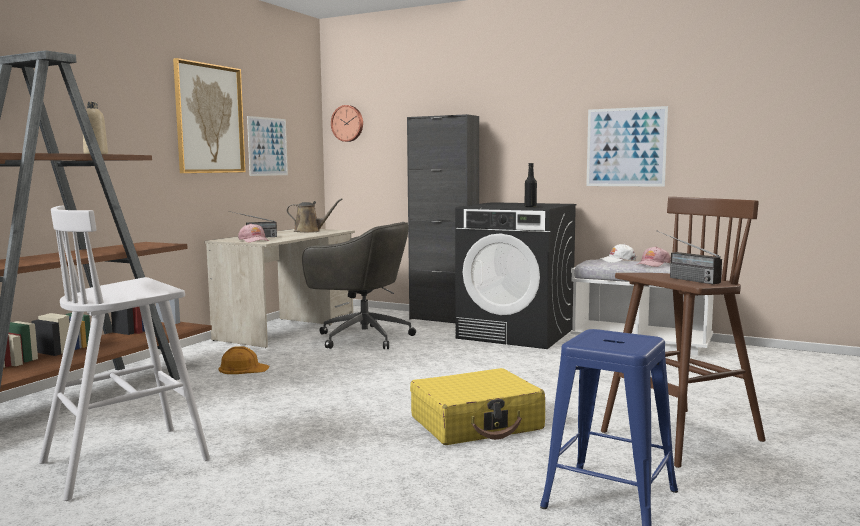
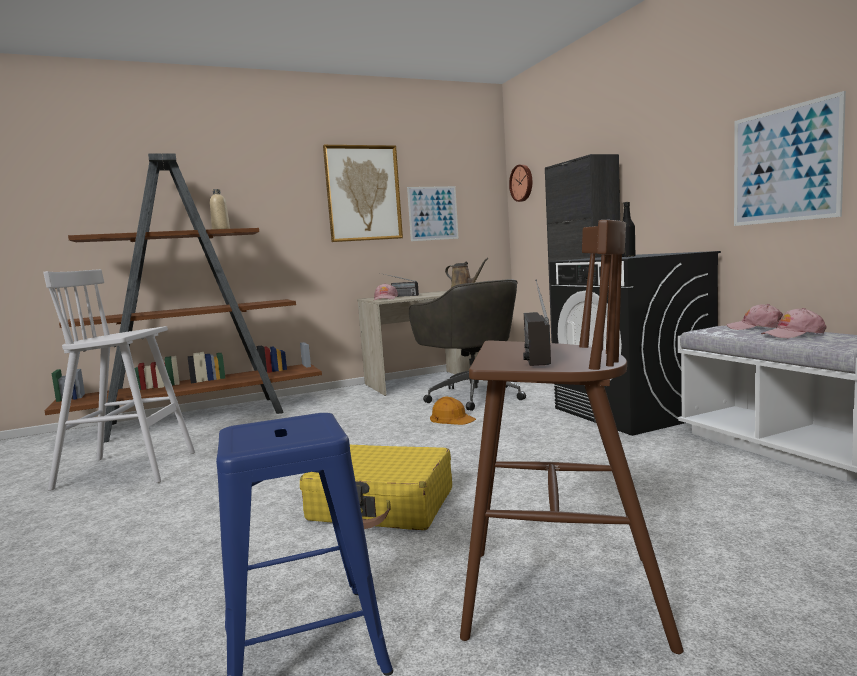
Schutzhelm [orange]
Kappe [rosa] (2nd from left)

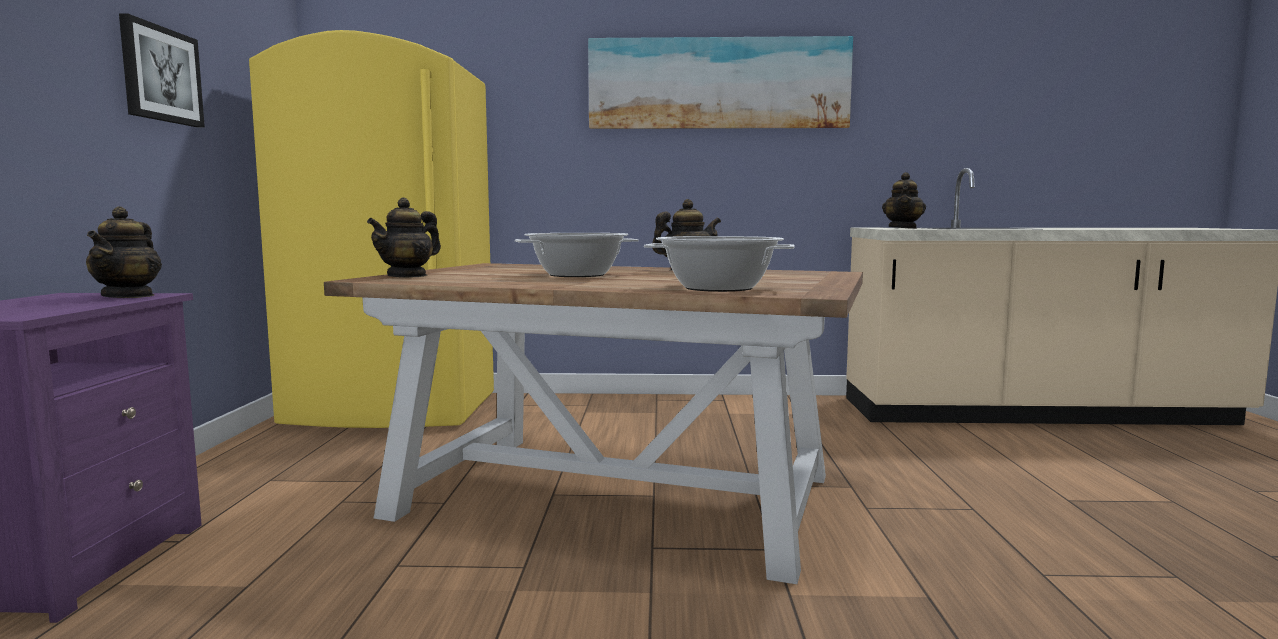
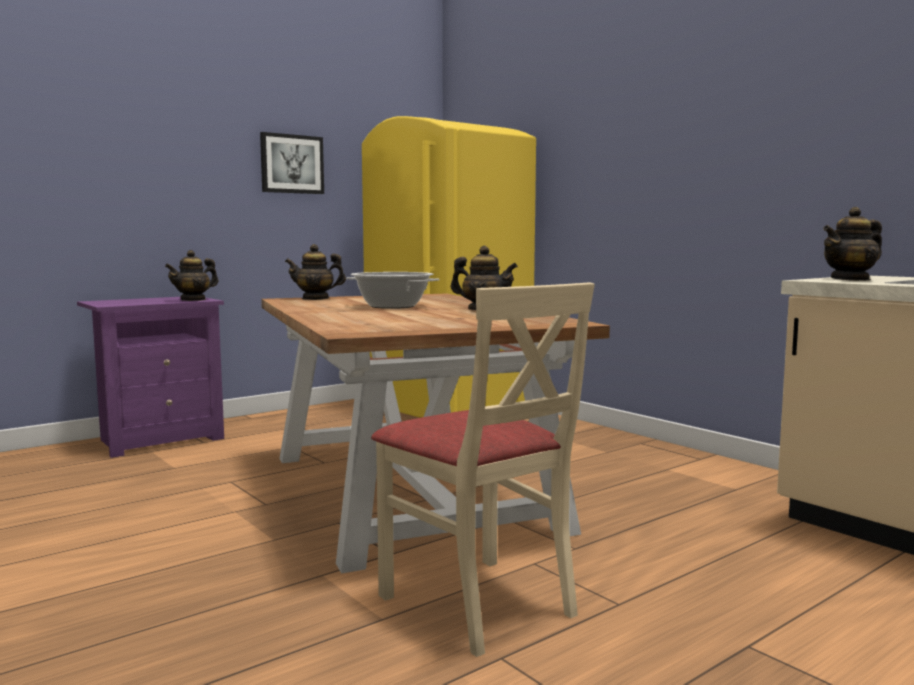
Bild (2nd from left in the first image)
Kochtopf (2nd from left in the first image)
Stuhl [beige]

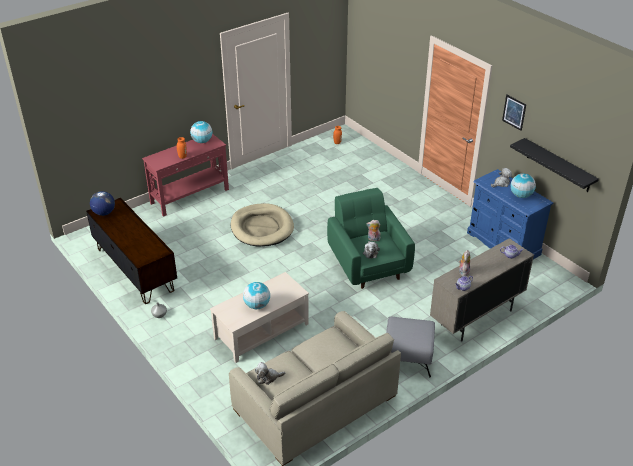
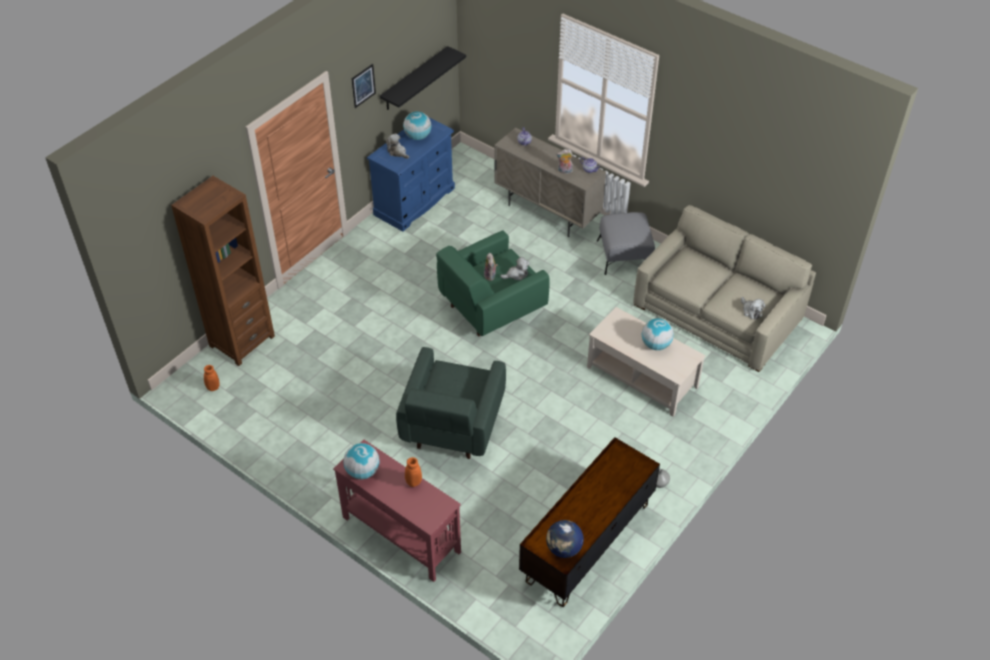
Sessel [grün] (1st from left)
Bücherregal [braun]

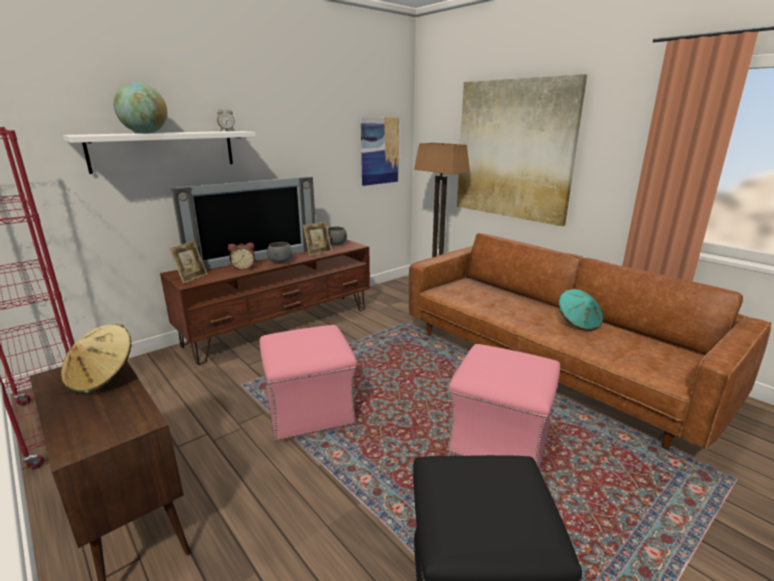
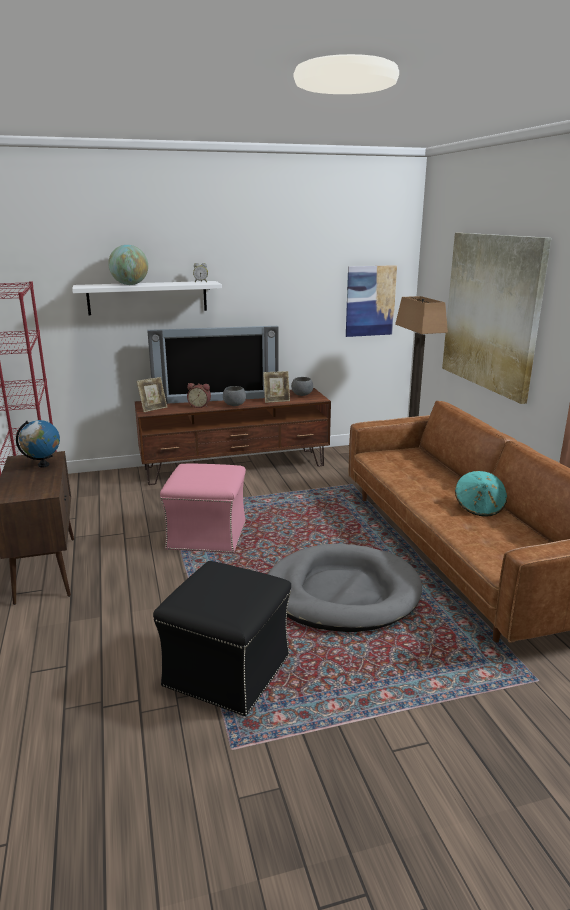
Globus (1st from left)
Hundebett [grau]

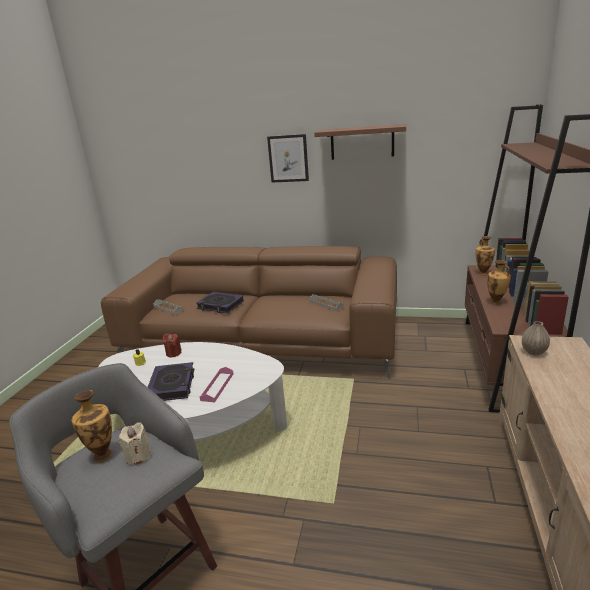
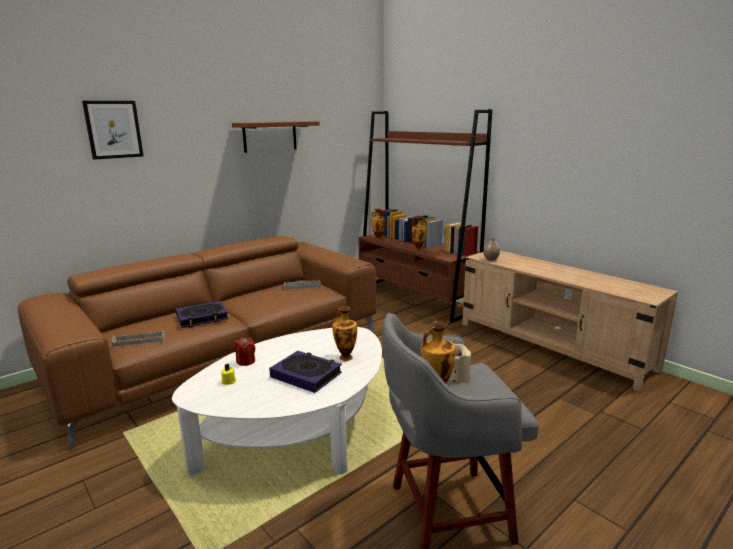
Vase (1st from left)
Bild

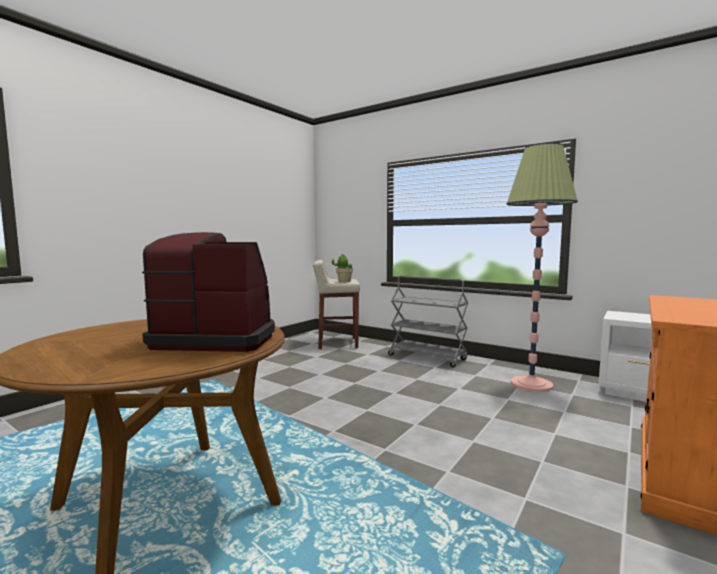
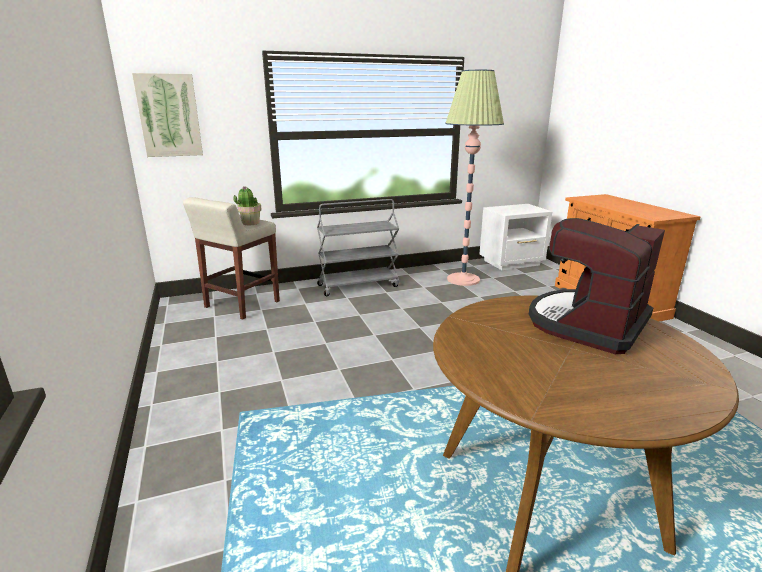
Bild

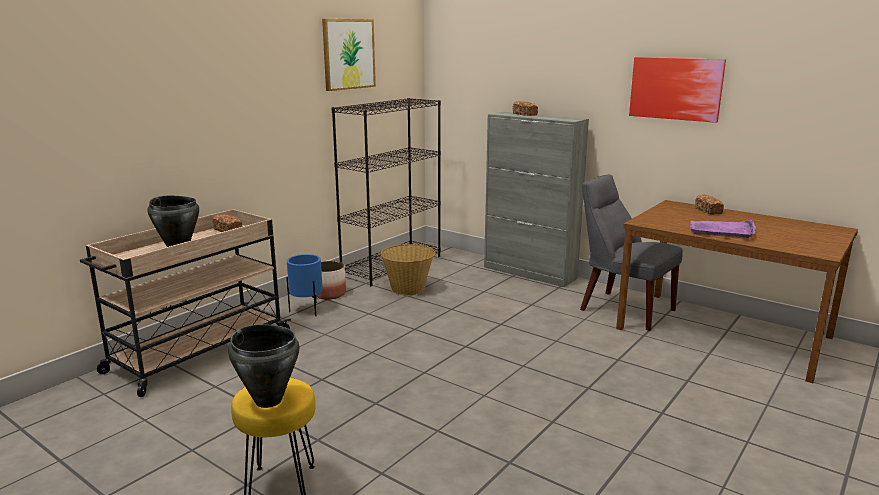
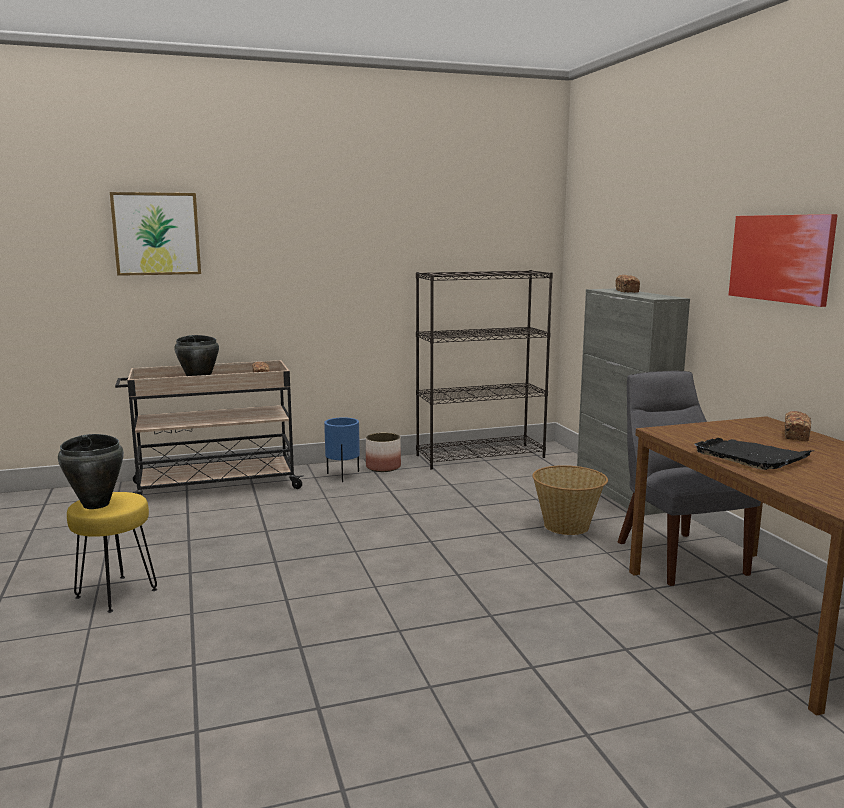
Bild (1st from left)
Korb
Tablett [schwarz]

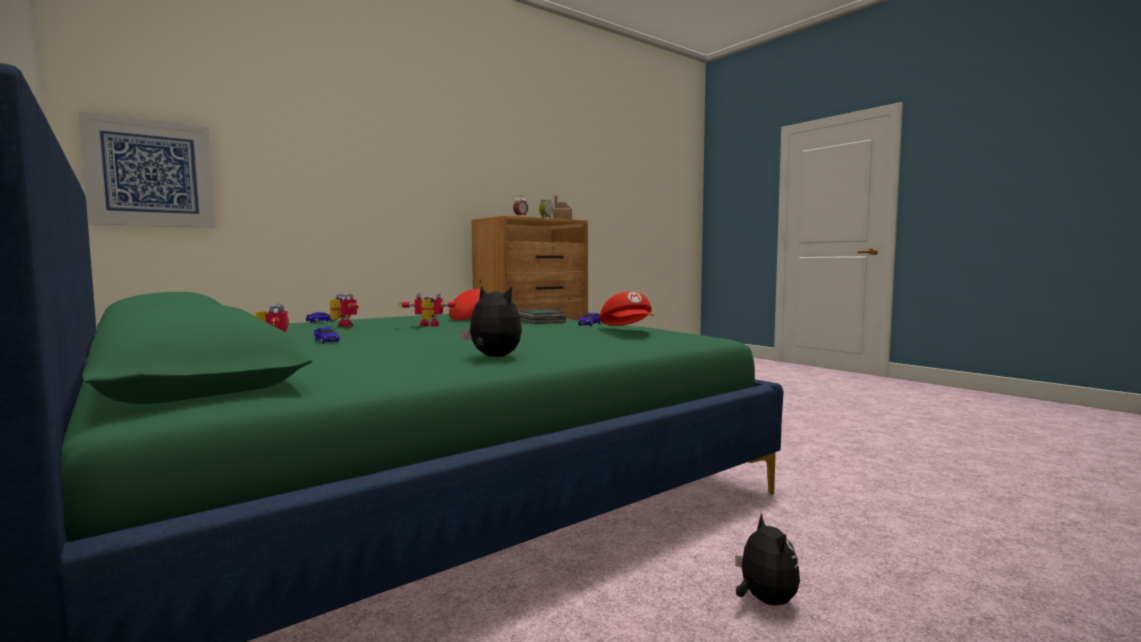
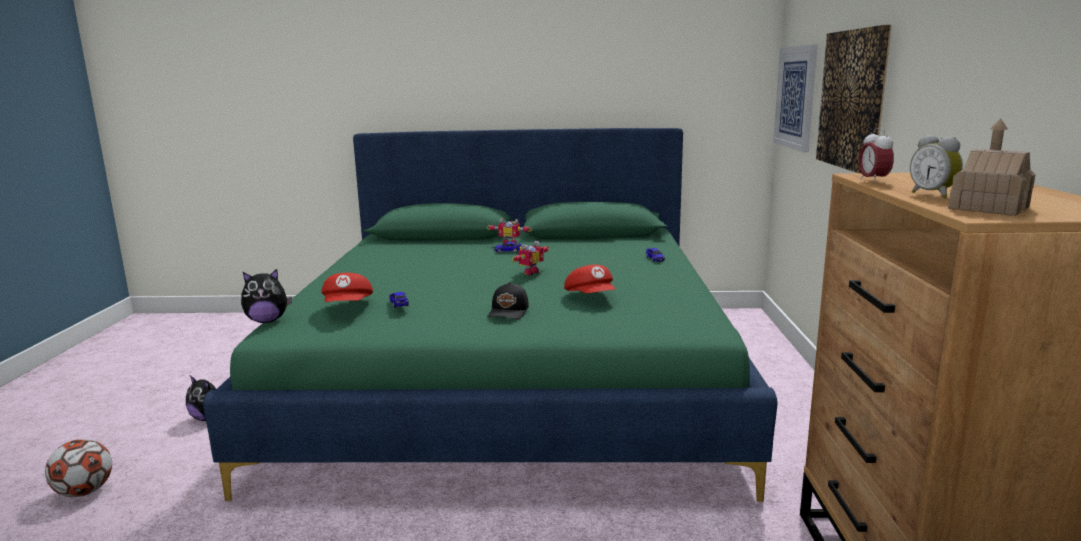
Spielzeugroboter (2nd from left in the first image)
Plüschtier (2nd from left)
Kappe [schwarz]
Kappe [rot] (1st from left)
Fußball
Bild (2nd from left)

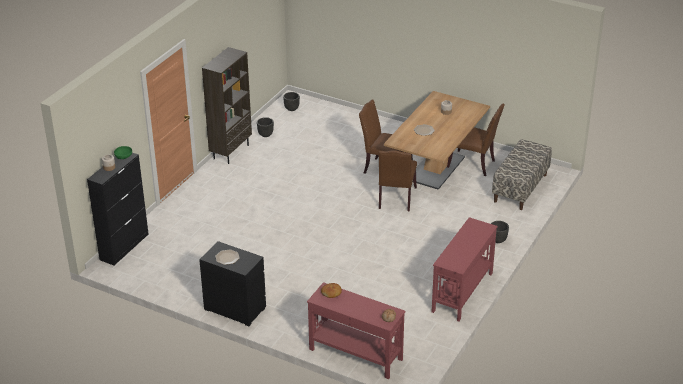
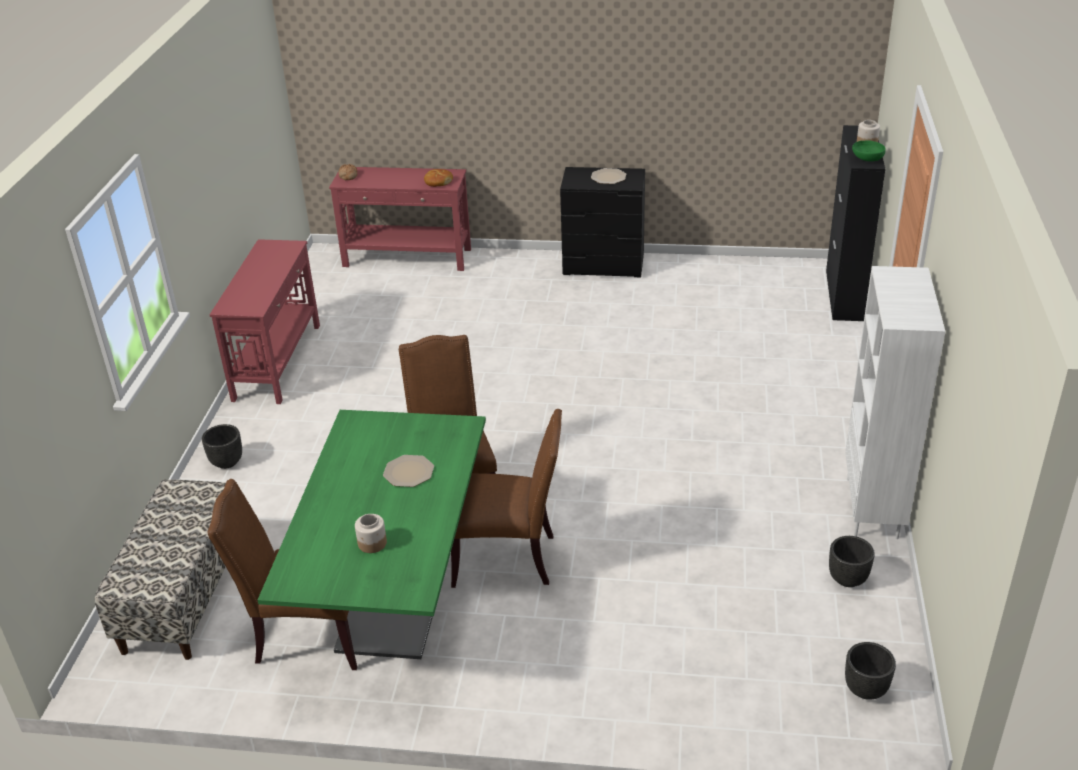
Bücherregal [weiß]
Esstisch [grün]

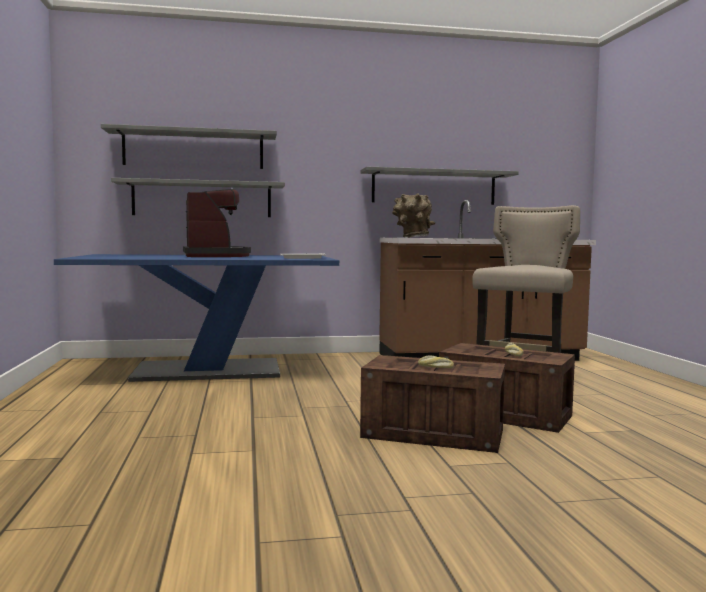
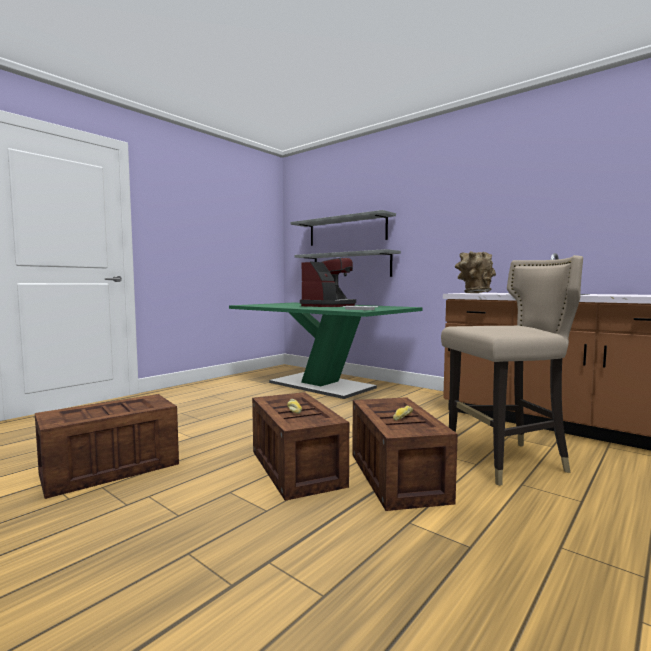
Esstisch [grün]
Wandregal [grau] (3rd from left in the first image)
Kiste (1st from left)

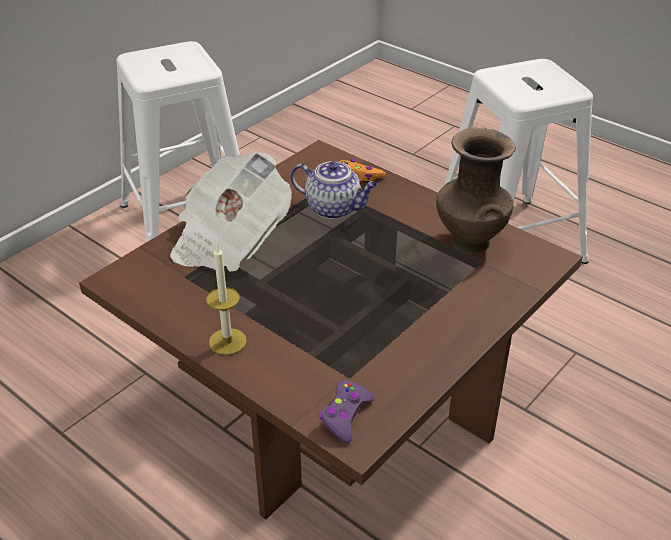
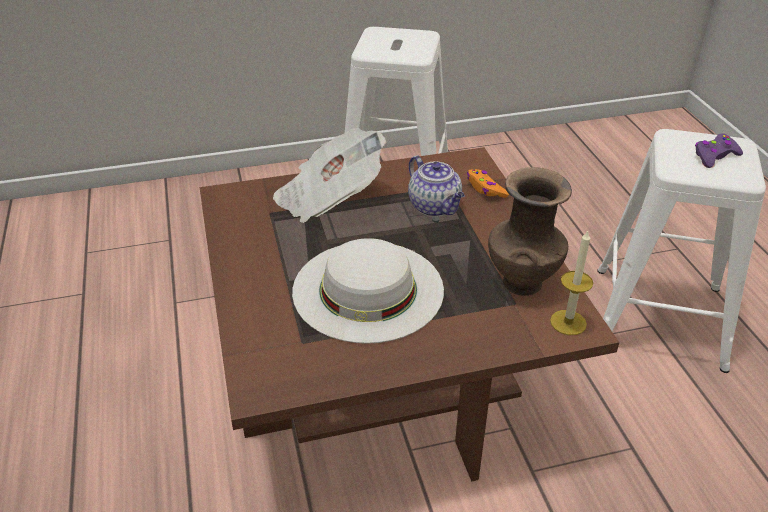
Kerze
Gamepad [lila]
Hut [weiß]

